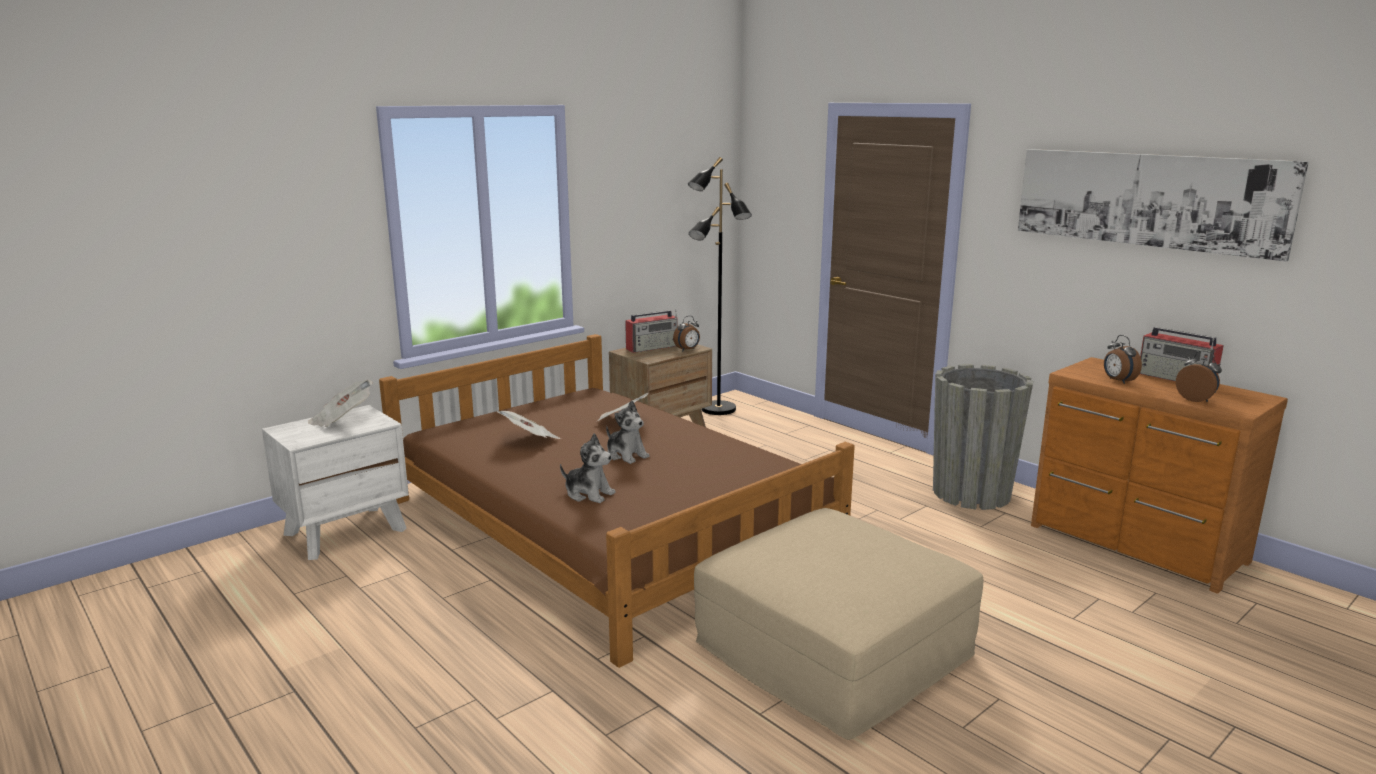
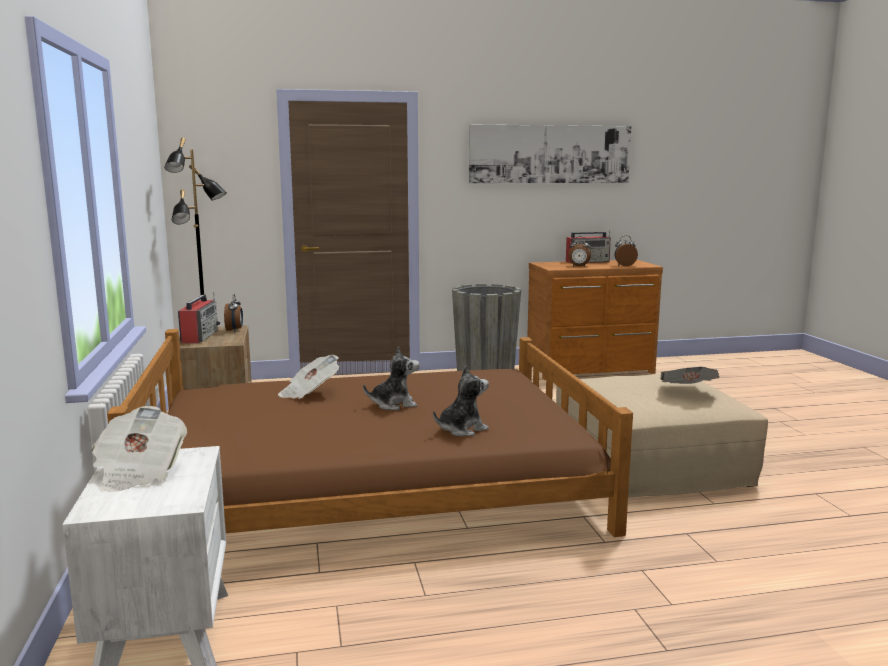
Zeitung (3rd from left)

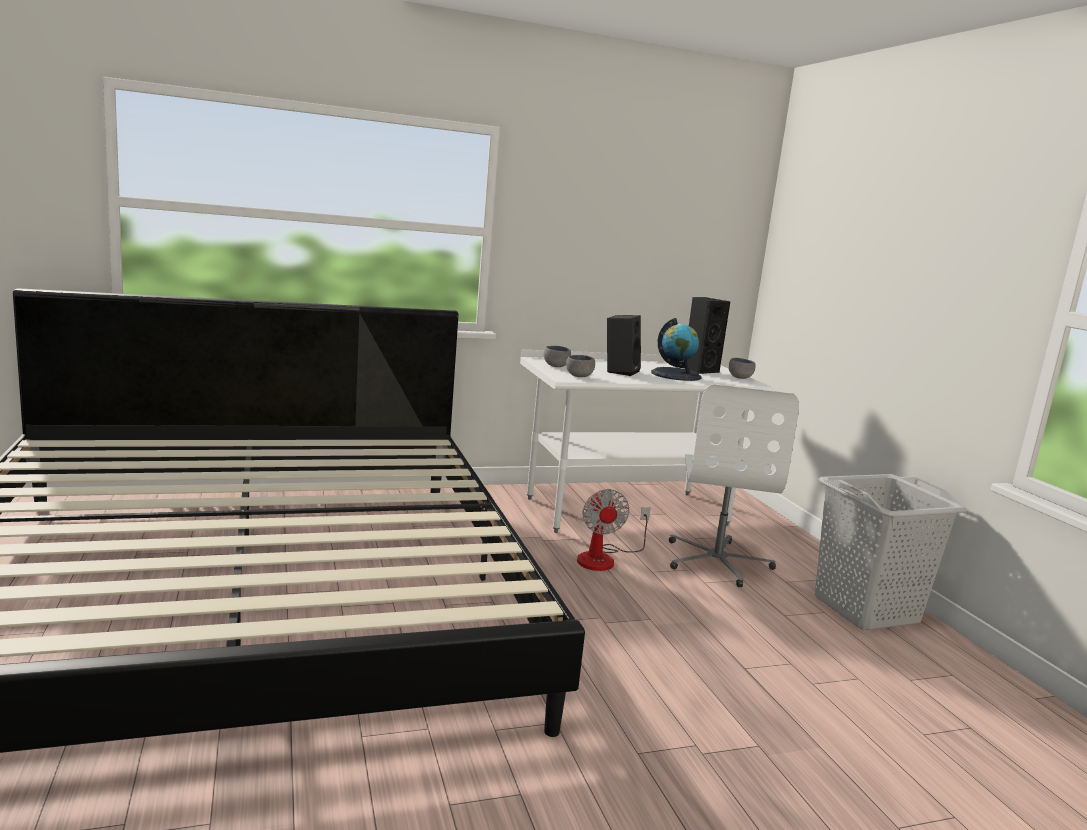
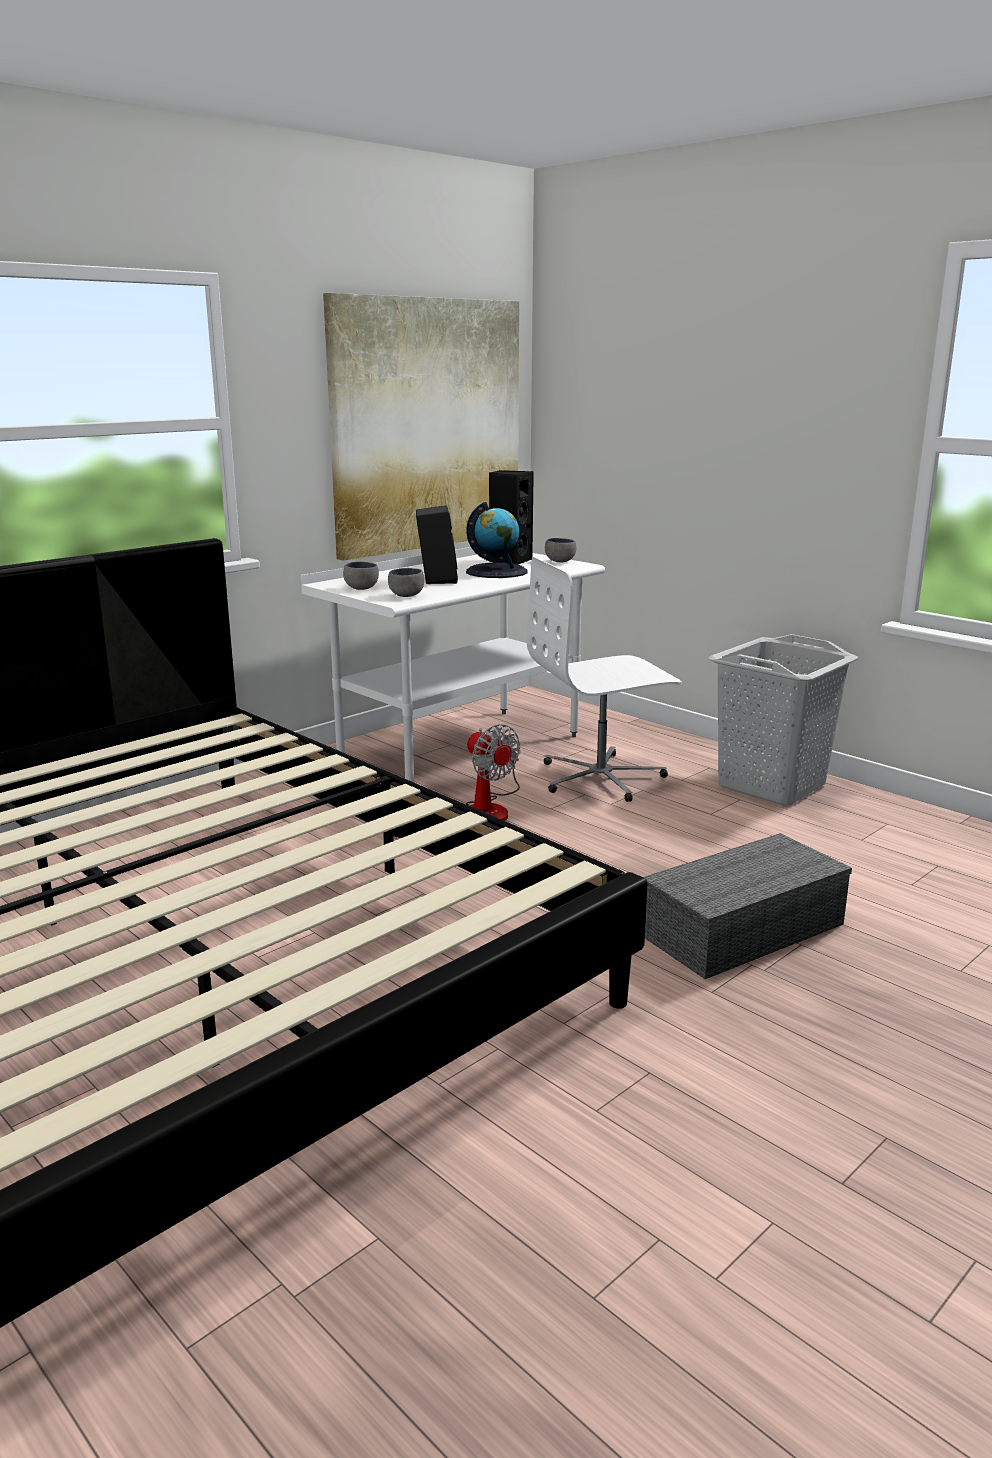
Bürostuhl [weiß]
Bild
Aufbewahrungsbox [grau]

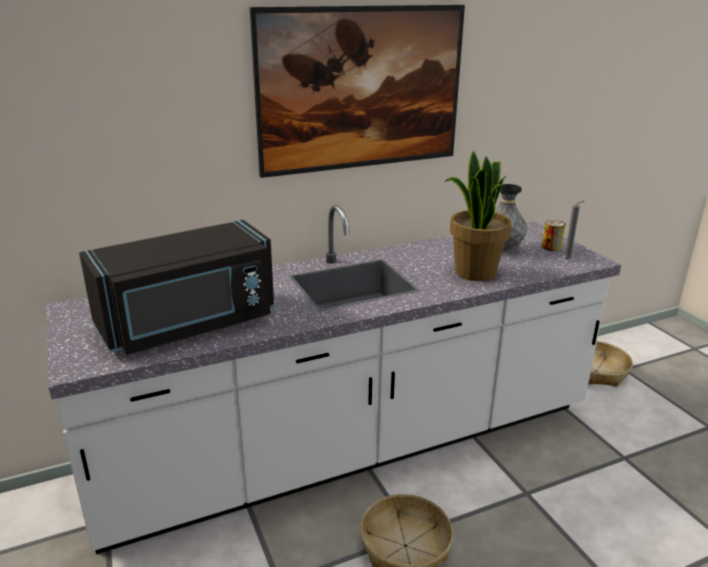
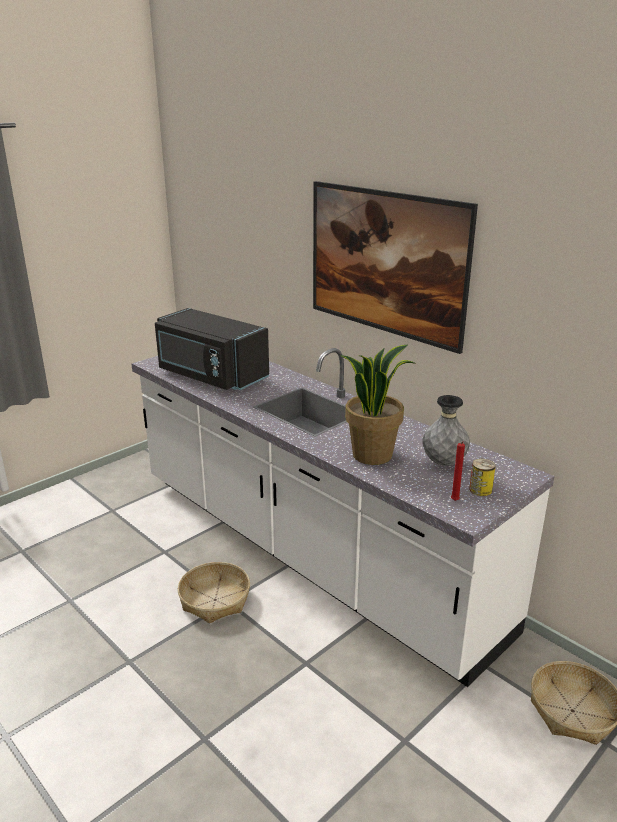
Kerze [rot]

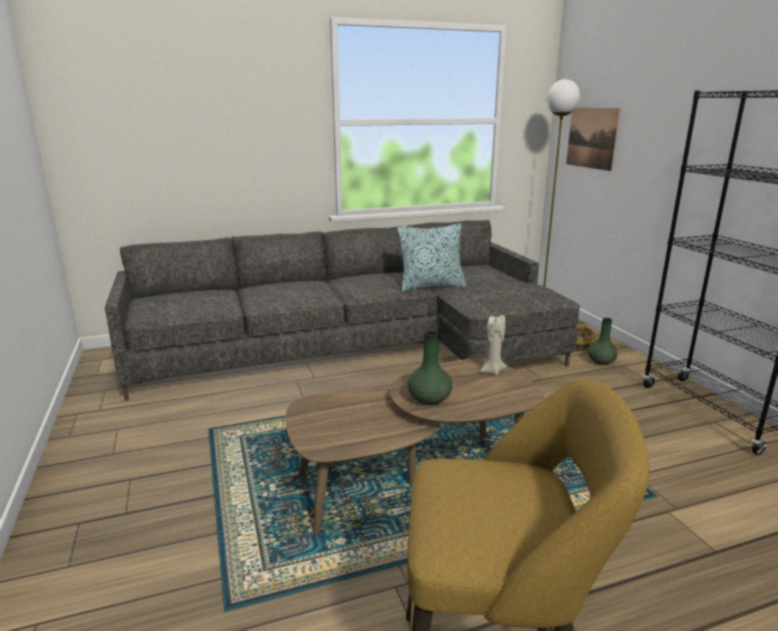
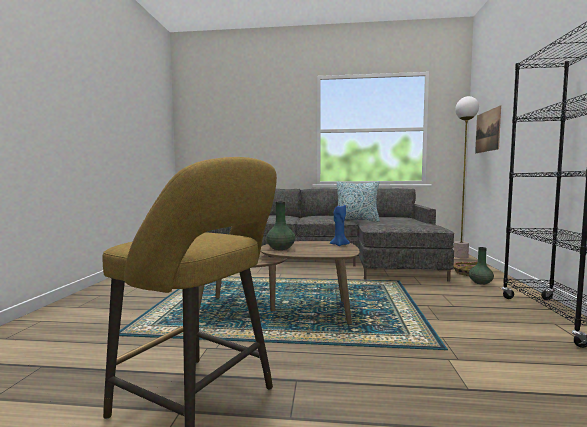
Kerze [blau]

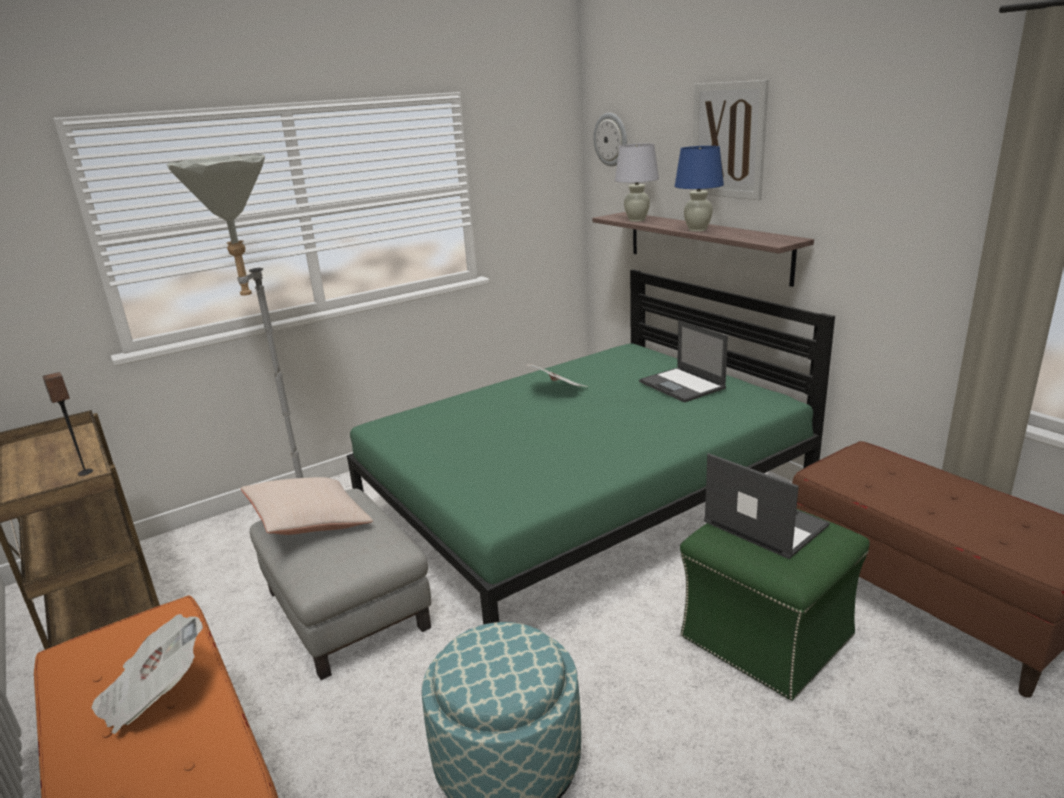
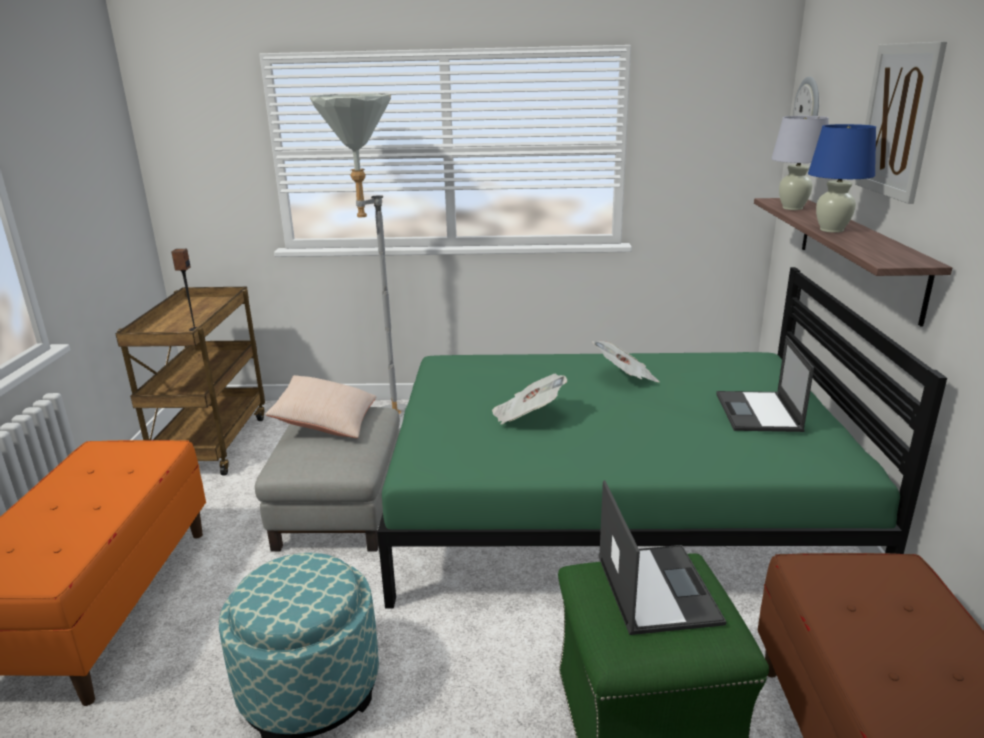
Zeitung (1st from left)

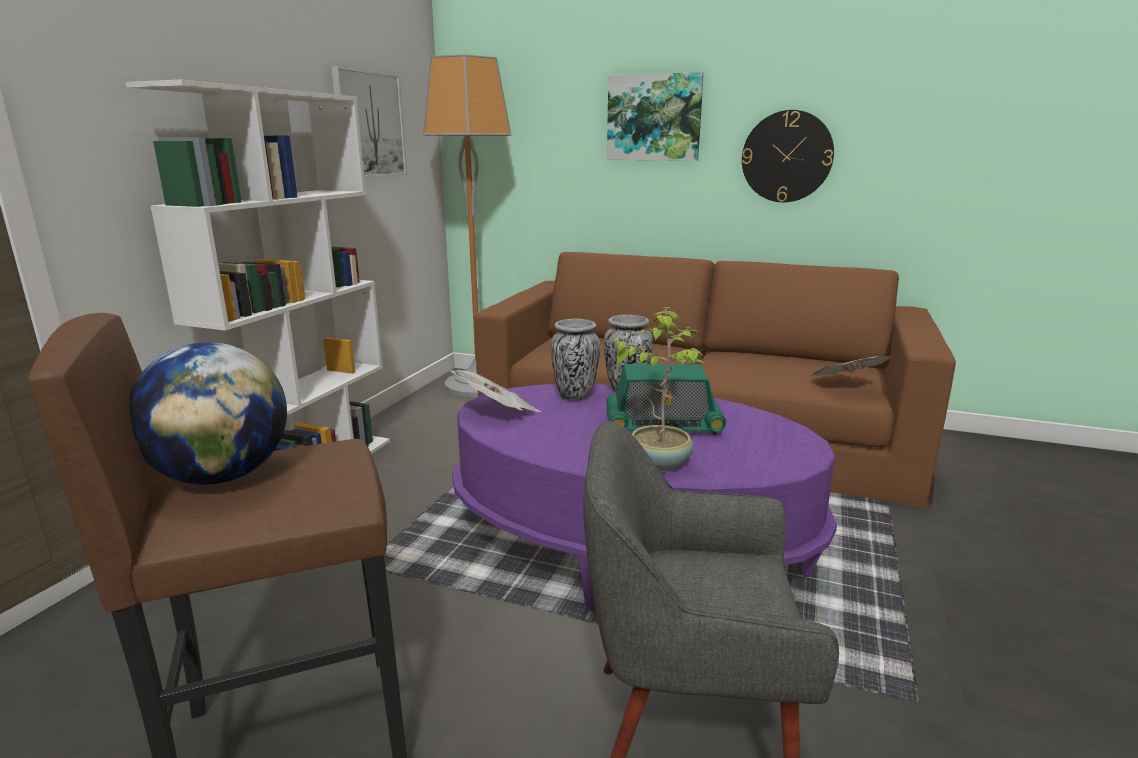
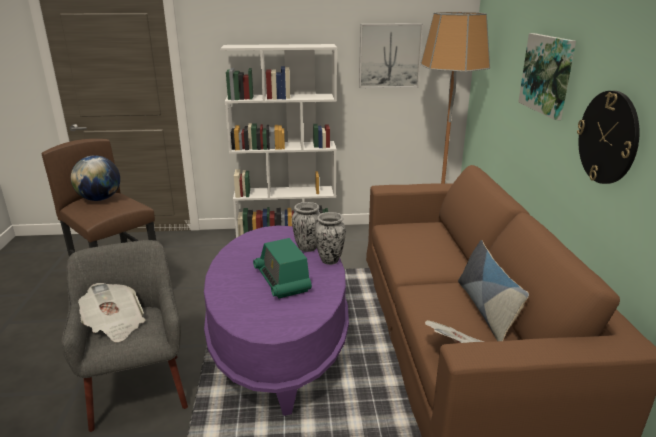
Zeitung (1st from left)
Topfpflanze
Kissen

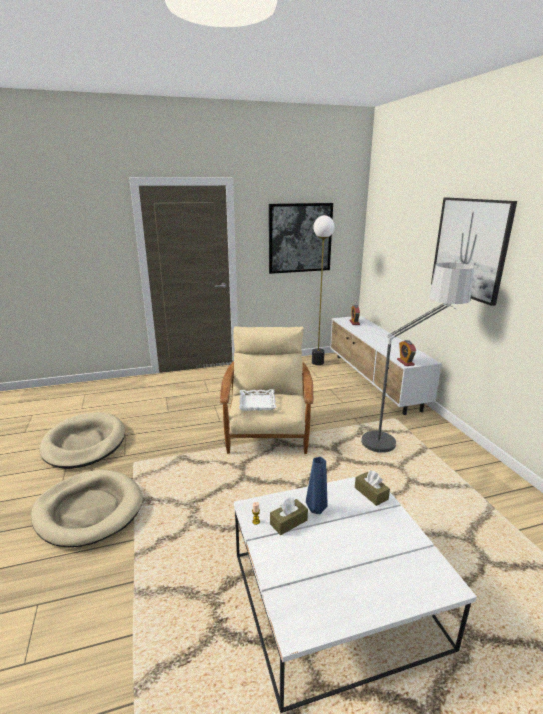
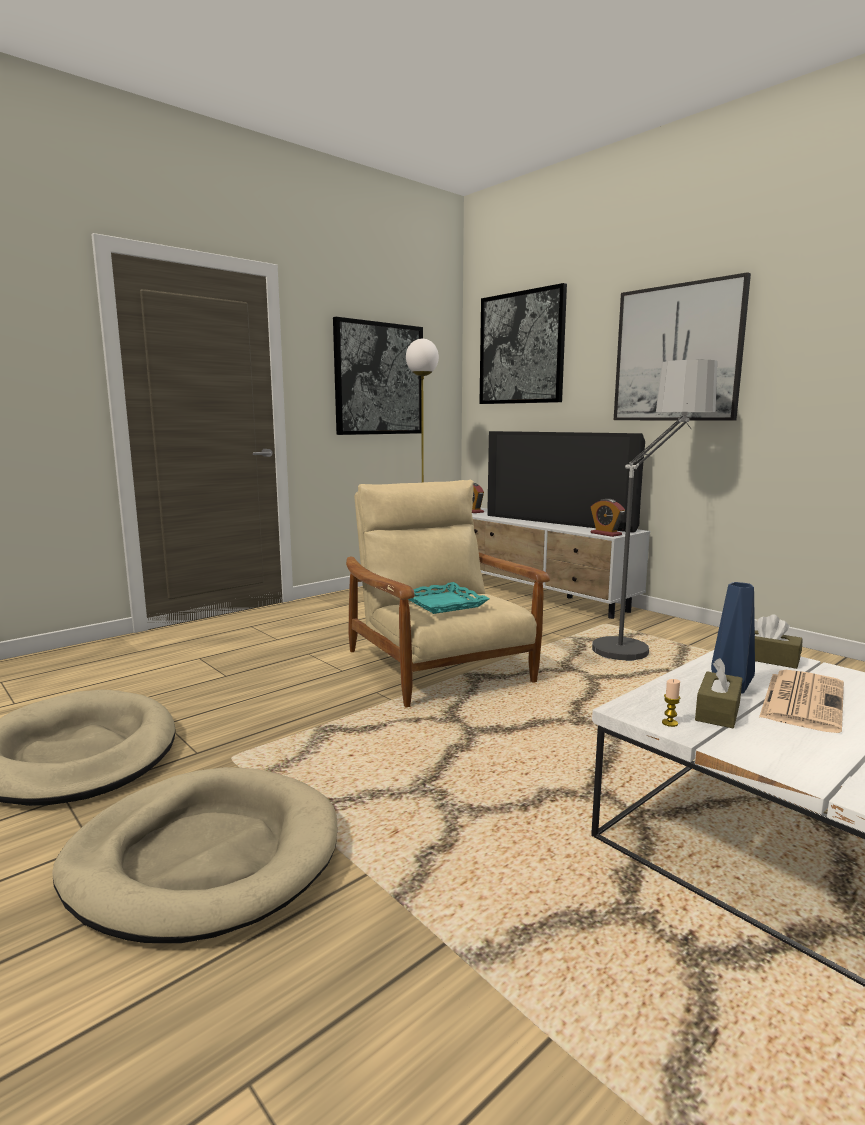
Tablett [türkis]
Bild (2nd from left)
Fernseher
Zeitung

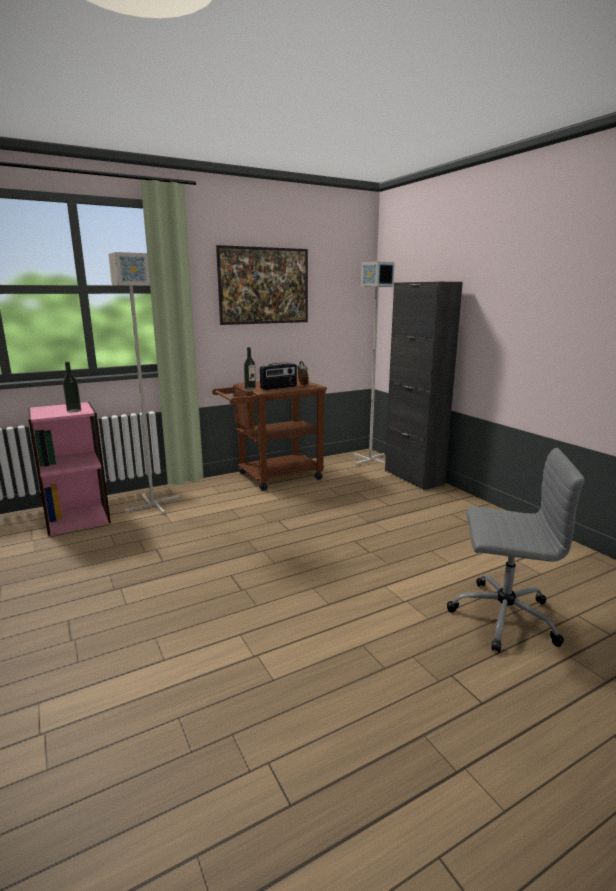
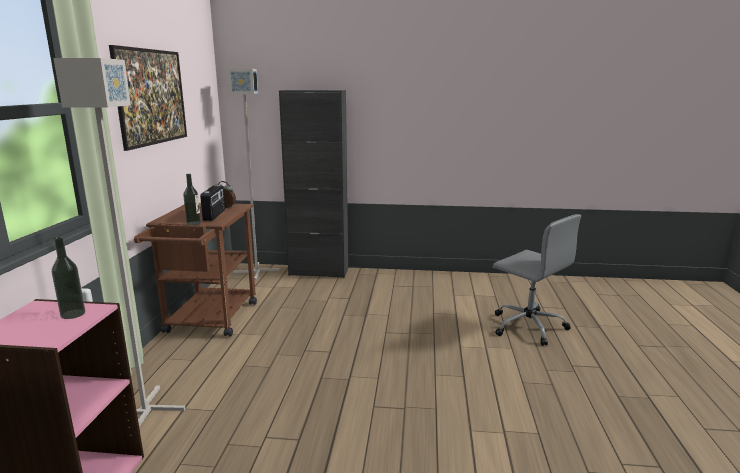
Bürostuhl [grau]

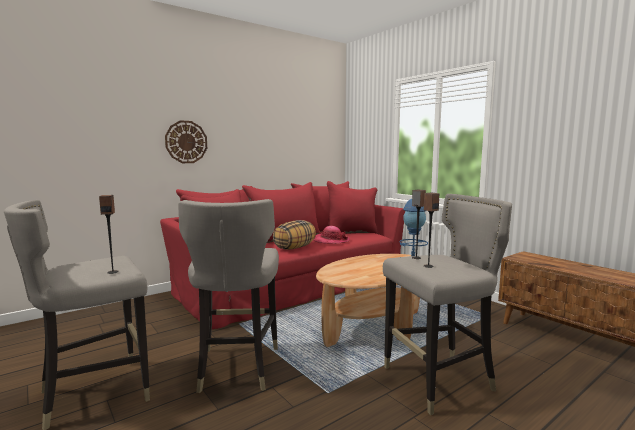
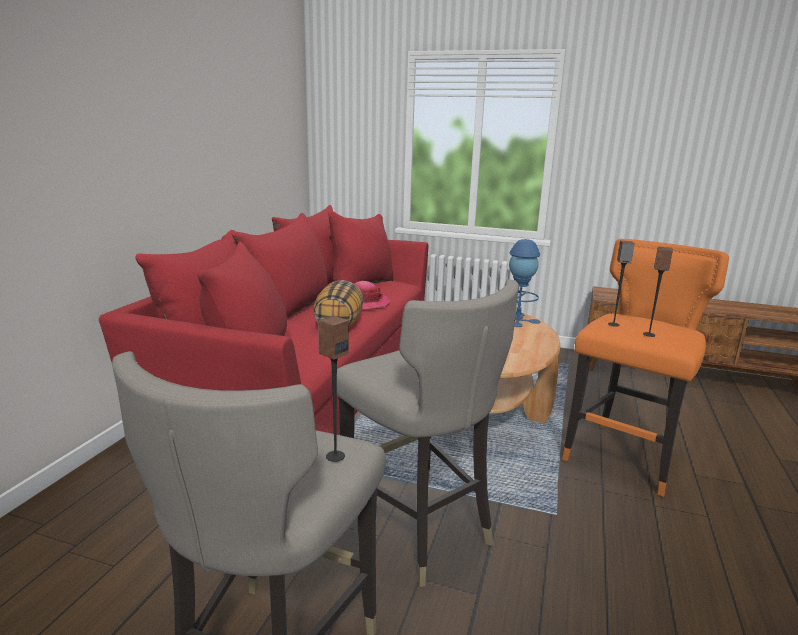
Wanduhr
Hocker [orange]

